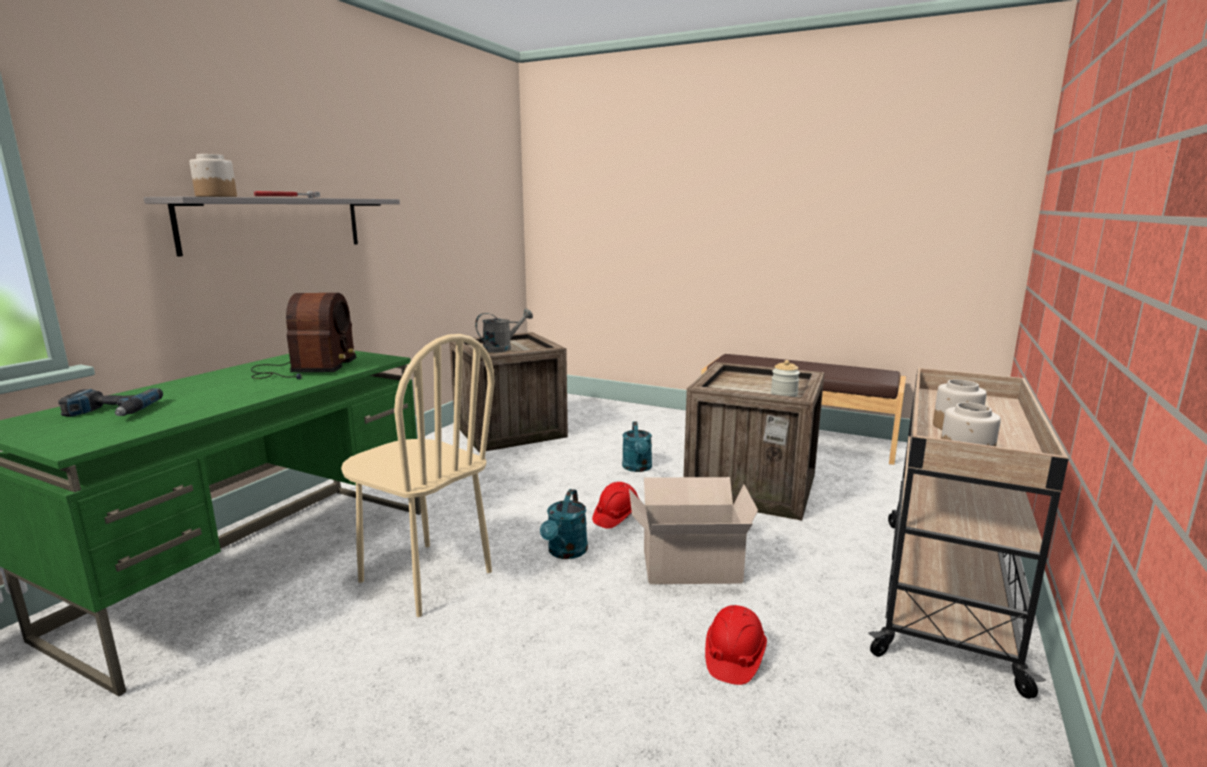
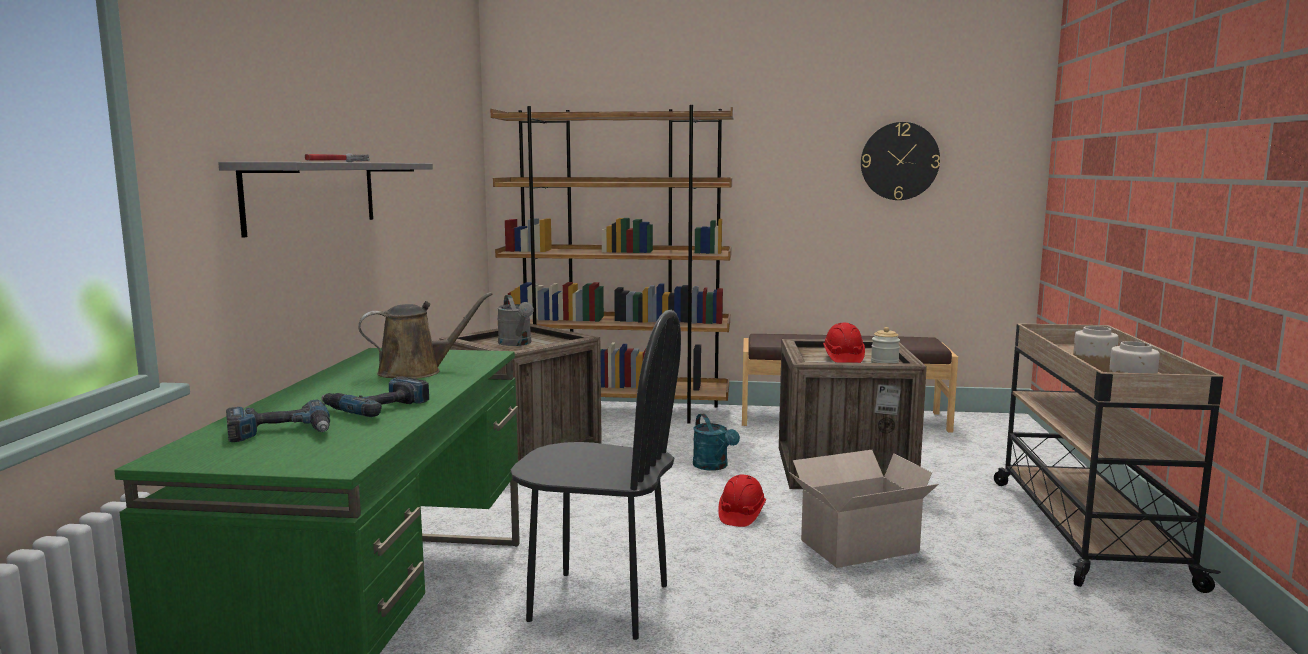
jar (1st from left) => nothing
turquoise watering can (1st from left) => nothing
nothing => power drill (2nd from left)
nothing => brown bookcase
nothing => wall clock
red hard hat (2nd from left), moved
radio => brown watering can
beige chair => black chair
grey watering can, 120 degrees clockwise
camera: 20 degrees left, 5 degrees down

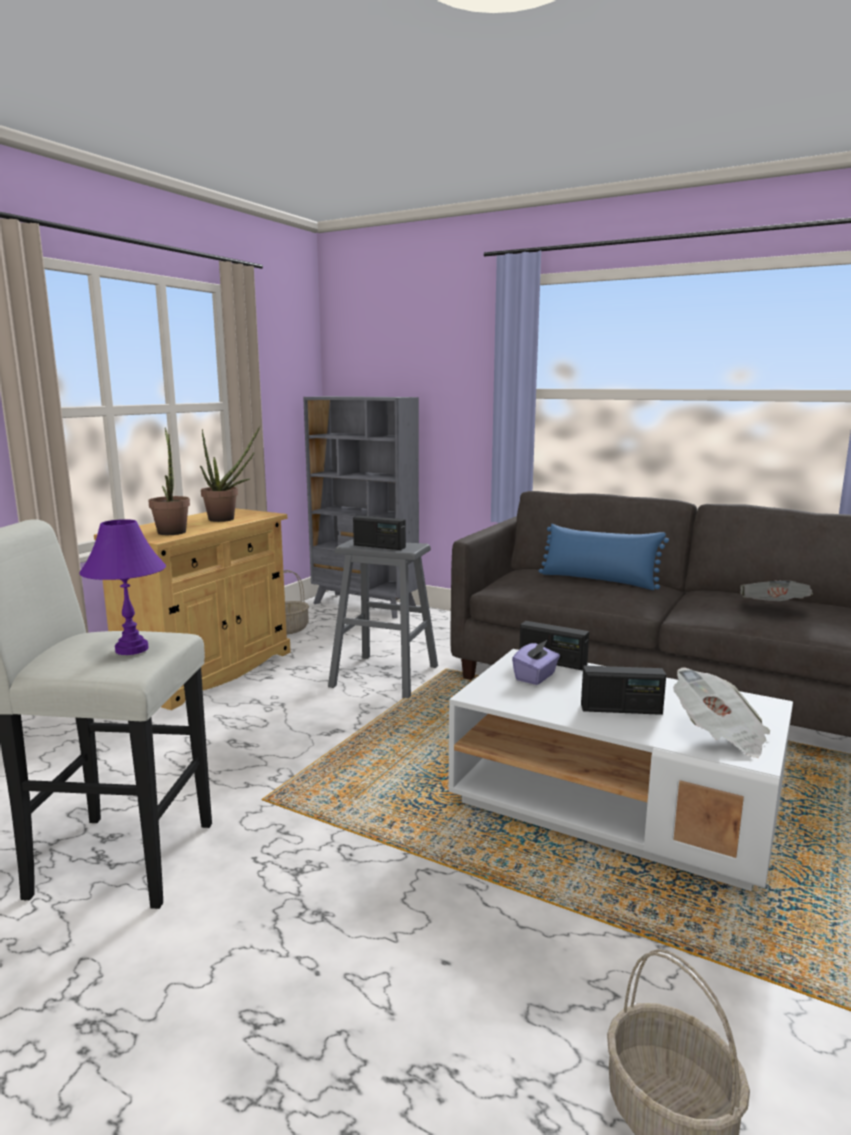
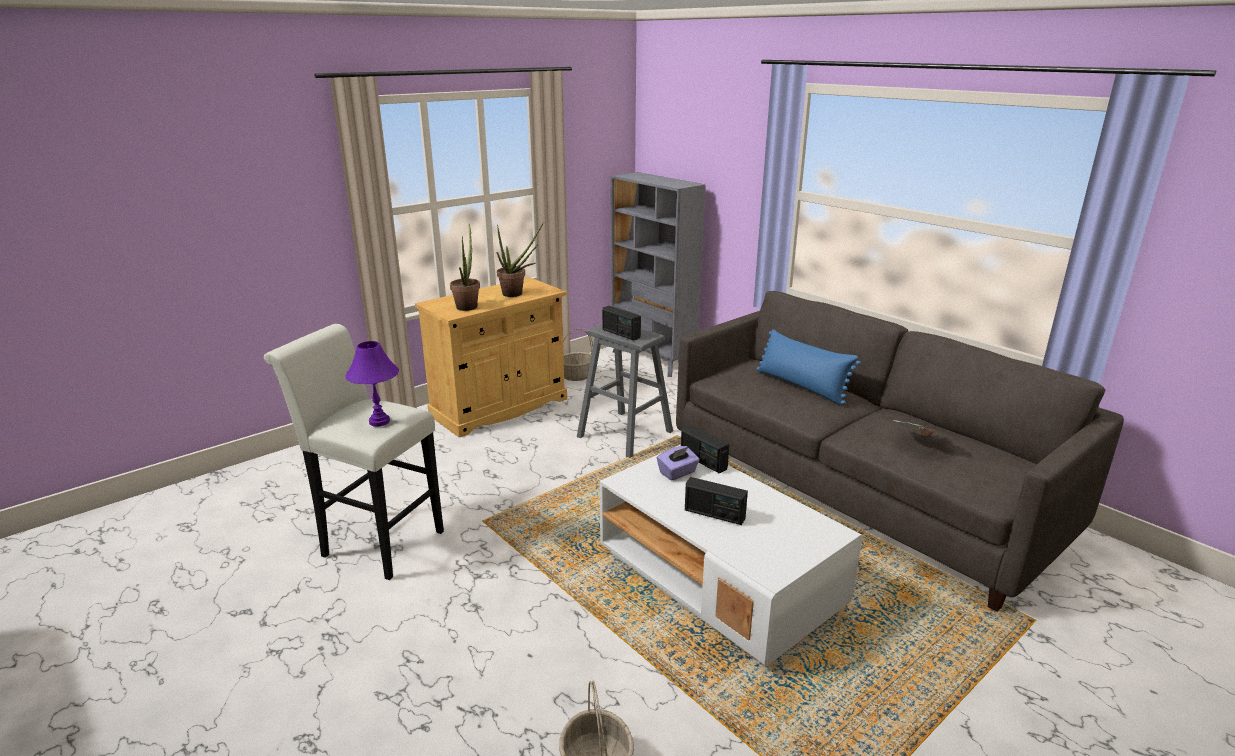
newspaper (1st from left) => nothing
camera: 20 degrees right, 10 degrees up

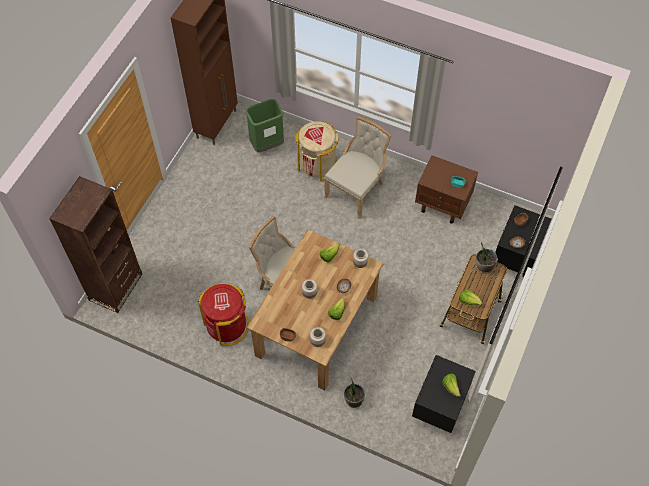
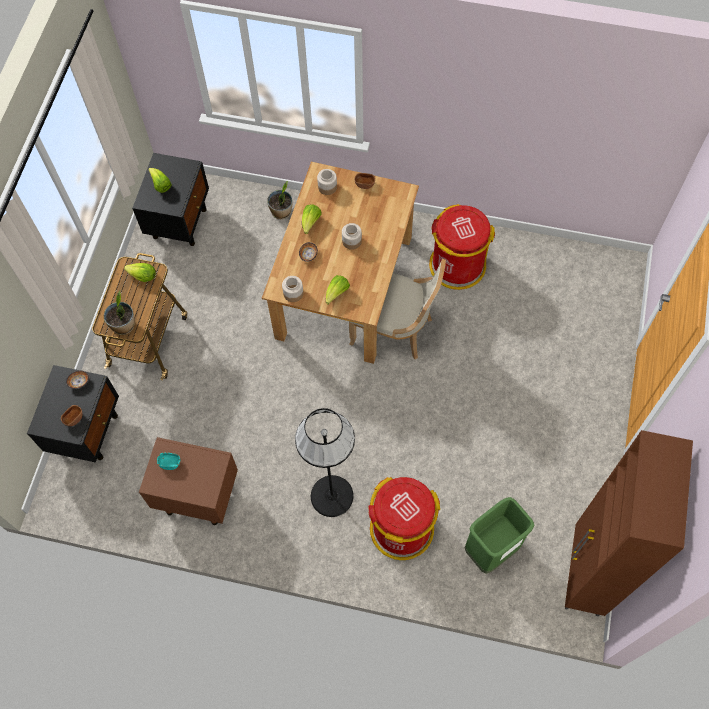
brown bookcase => nothing
beige chair (2nd from left) => black floor lamp
beige trash can => red trash can (1st from left)
camera: 170 degrees right, 5 degrees up

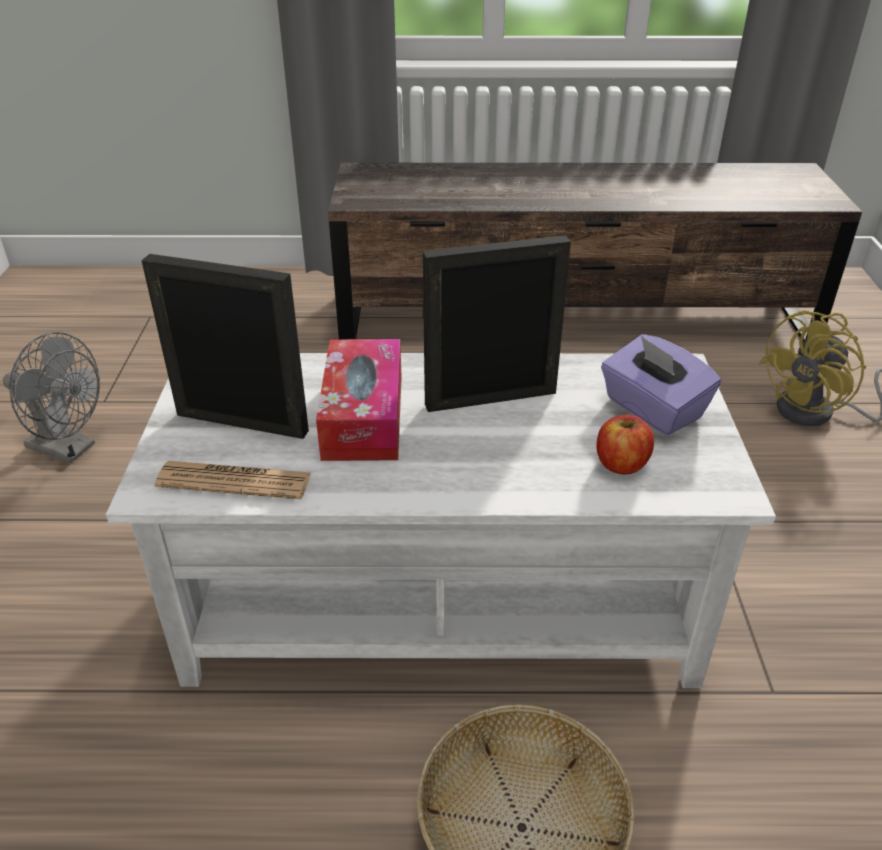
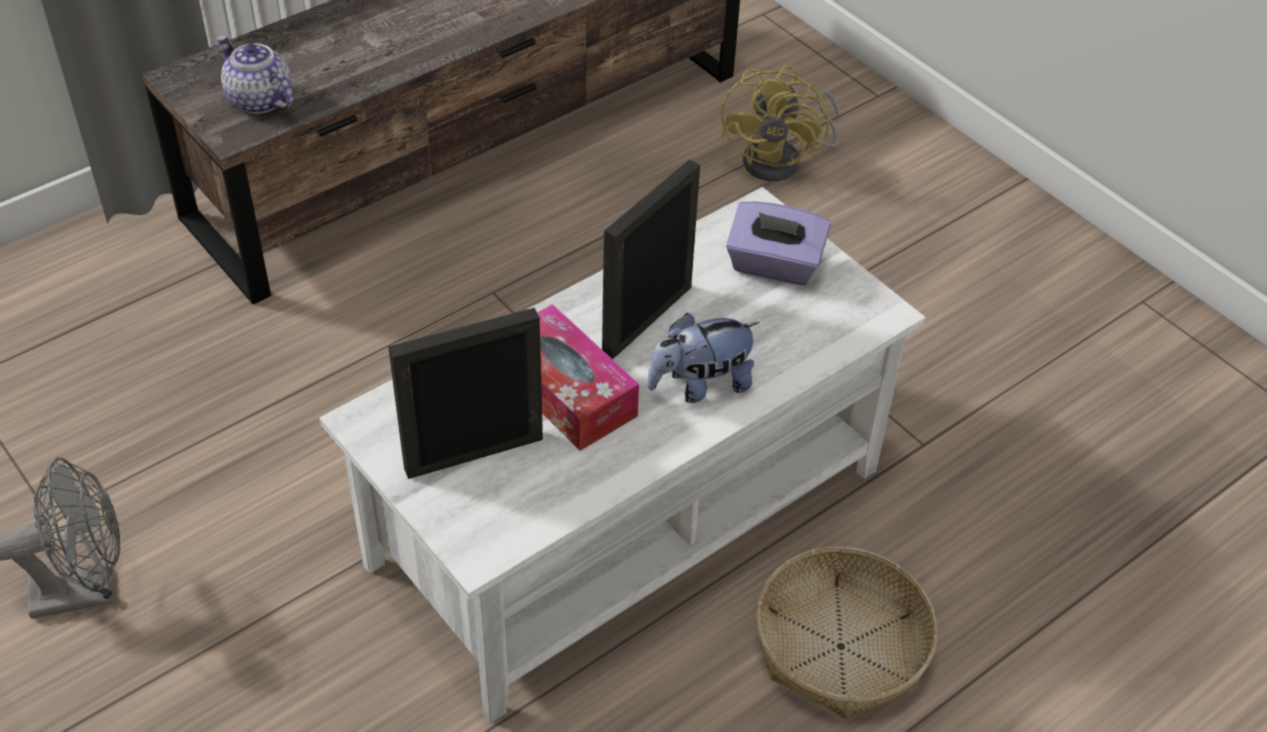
newspaper => nothing
apple => nothing
nothing => teapot
nothing => plush toy
camera: 40 degrees left, 10 degrees up

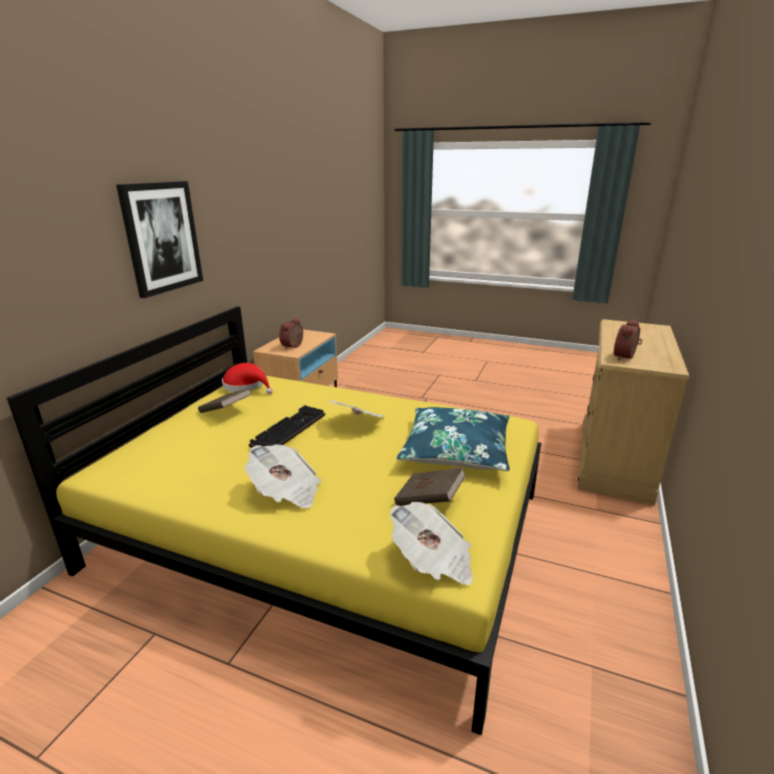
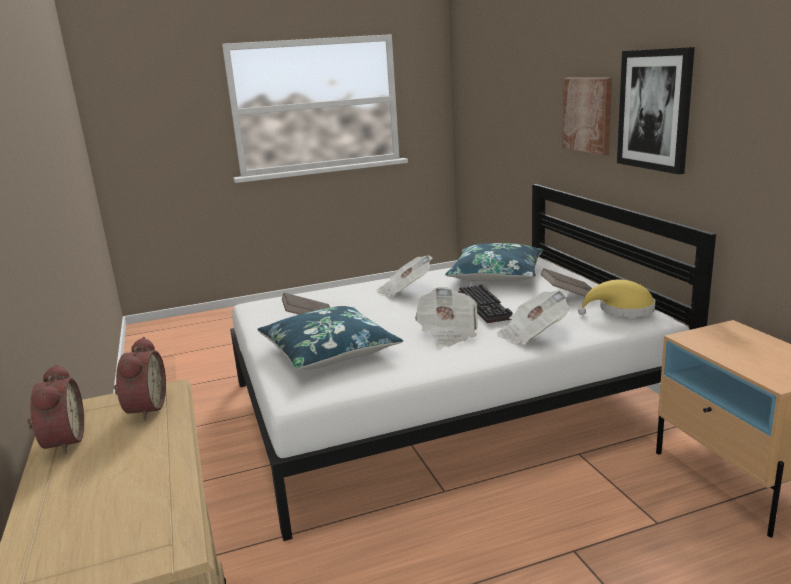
nothing => blue pillow (2nd from left)
nothing => picture (1st from left)
alarm clock (1st from left), moved
newspaper (3rd from left), moved
yellow bed => white bed
red hat => yellow hat
camera: 140 degrees right, 5 degrees down

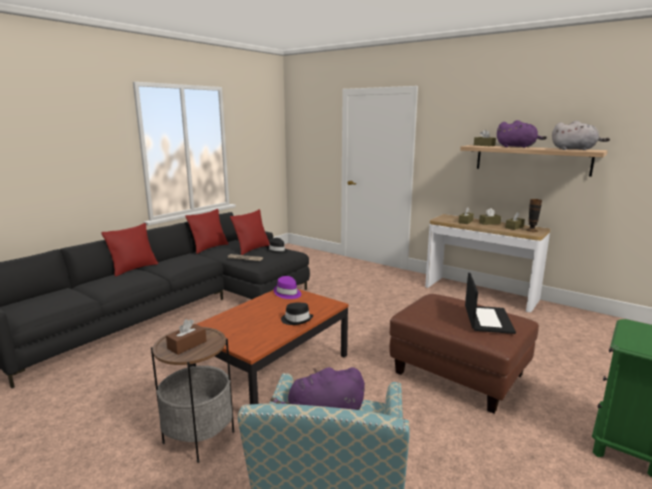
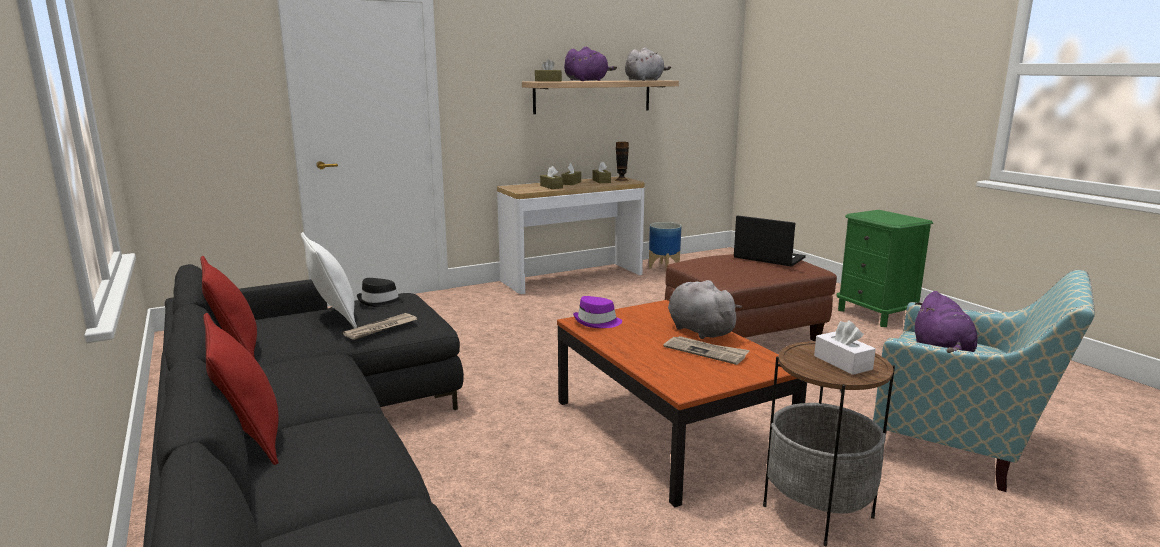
nothing => planter
nothing => newspaper (2nd from left)
black hat (2nd from left) => grey plush toy (2nd from left)
brown tissue box (1st from left) => white tissue box
red pillow (3rd from left) => white pillow
camera: 65 degrees left, 0 degrees up

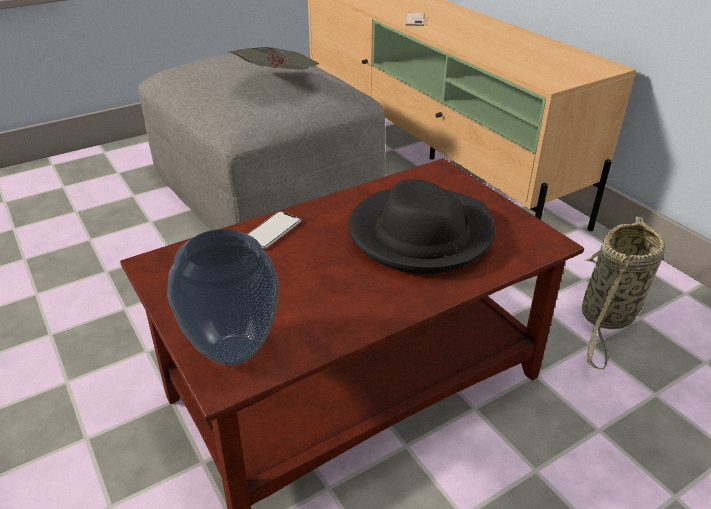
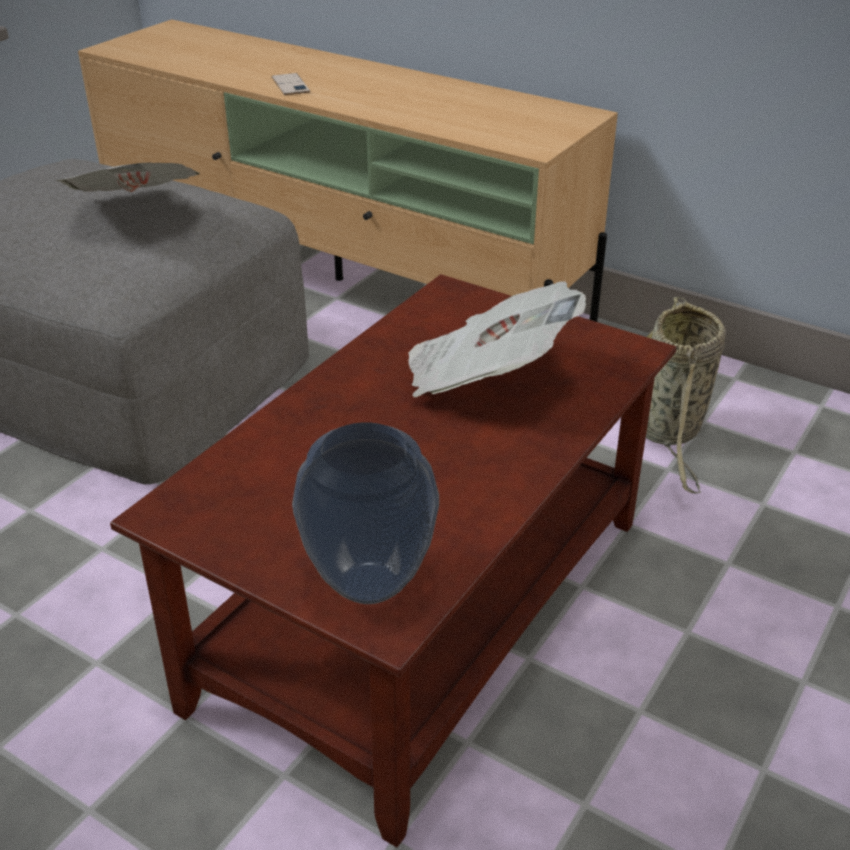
phone (1st from left) => nothing
black hat => newspaper (2nd from left)
camera: 25 degrees left, 0 degrees up

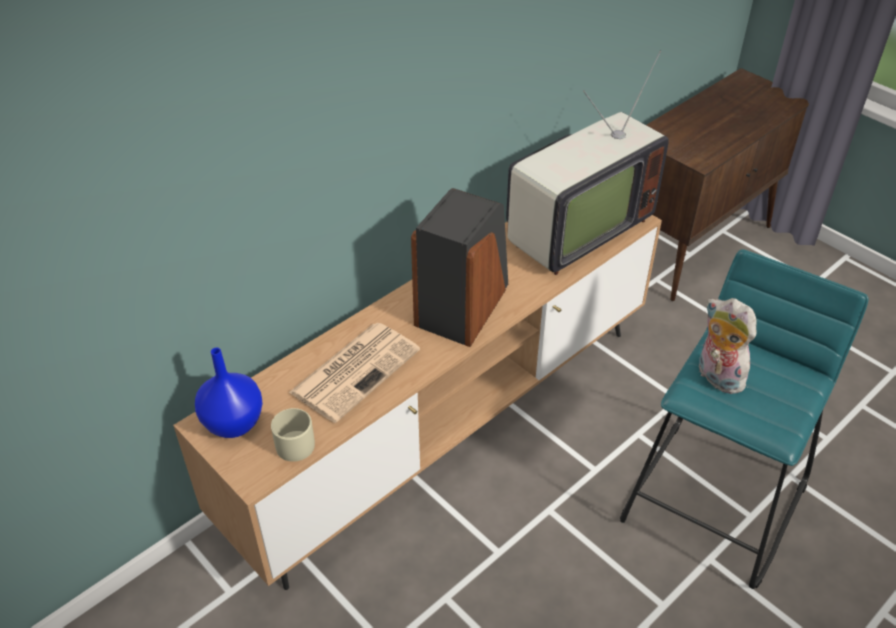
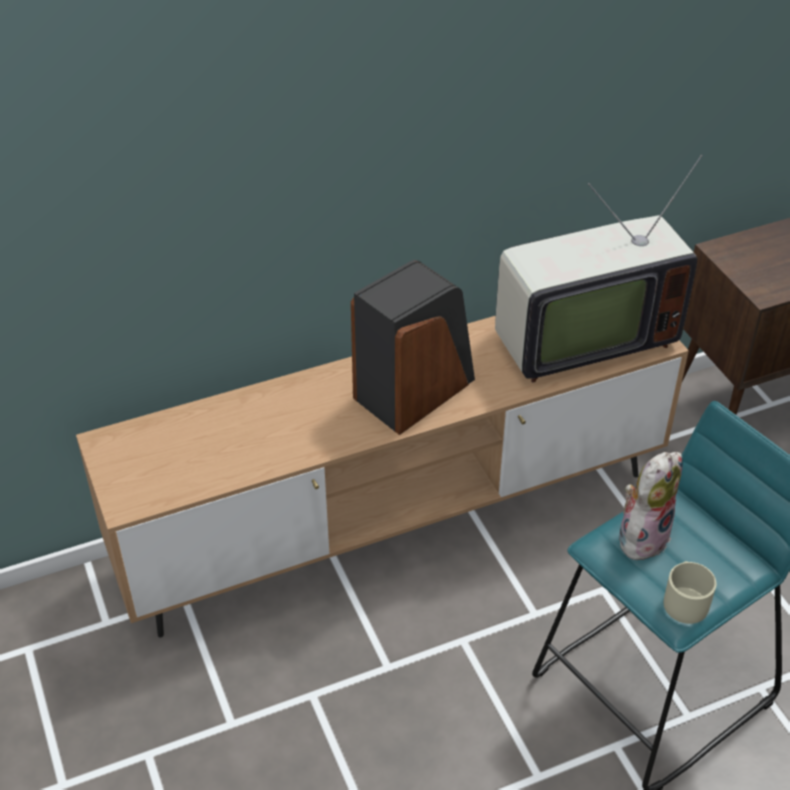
blue vase => nothing
newspaper => nothing
beige mug, moved
plush toy, 60 degrees clockwise
camera: 20 degrees right, 0 degrees up

